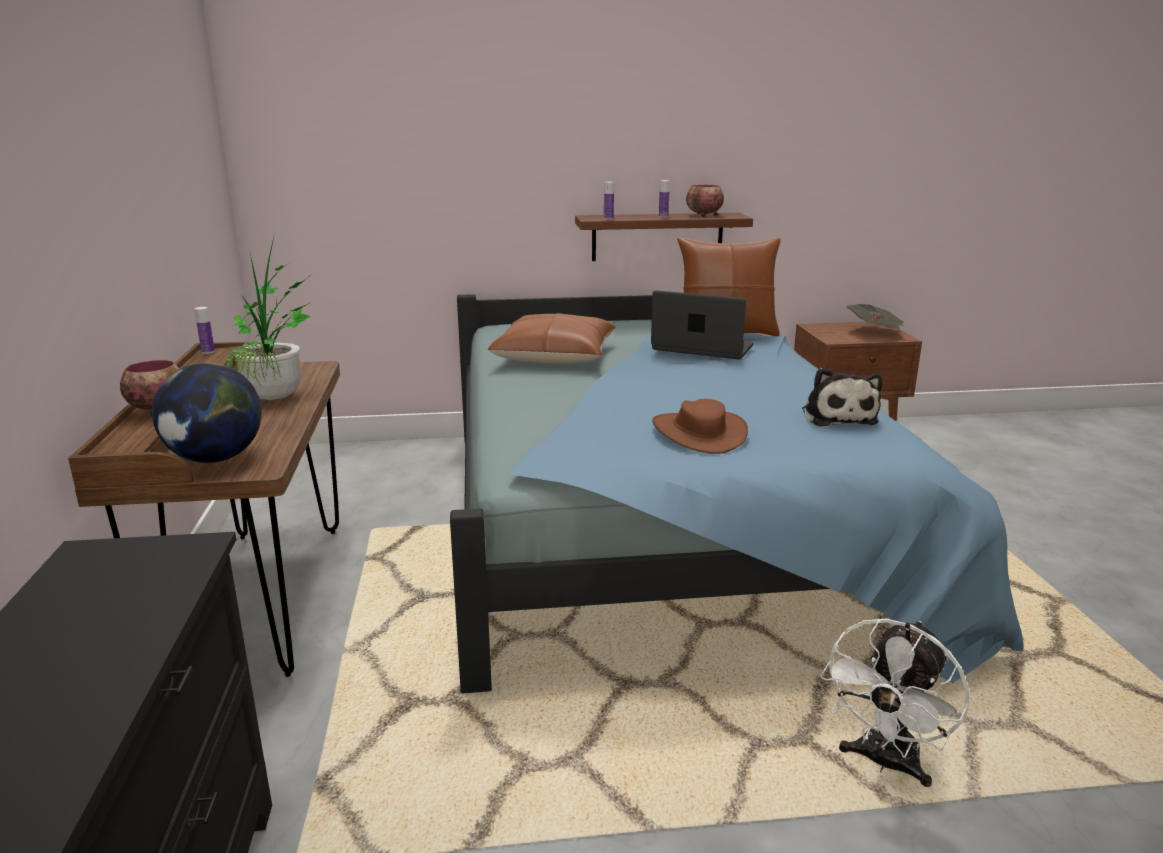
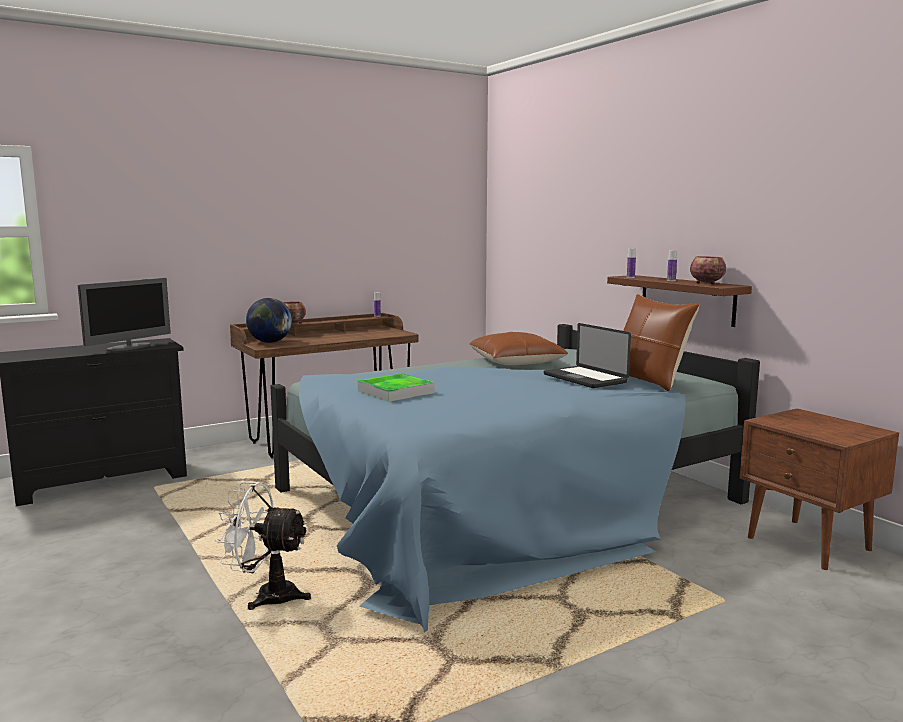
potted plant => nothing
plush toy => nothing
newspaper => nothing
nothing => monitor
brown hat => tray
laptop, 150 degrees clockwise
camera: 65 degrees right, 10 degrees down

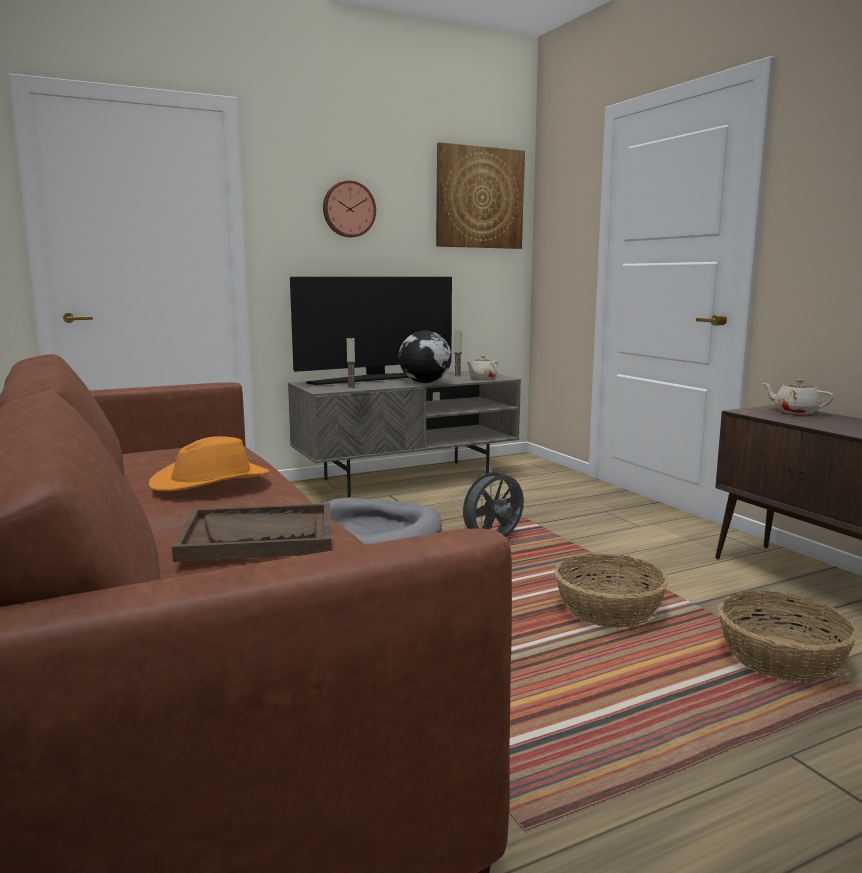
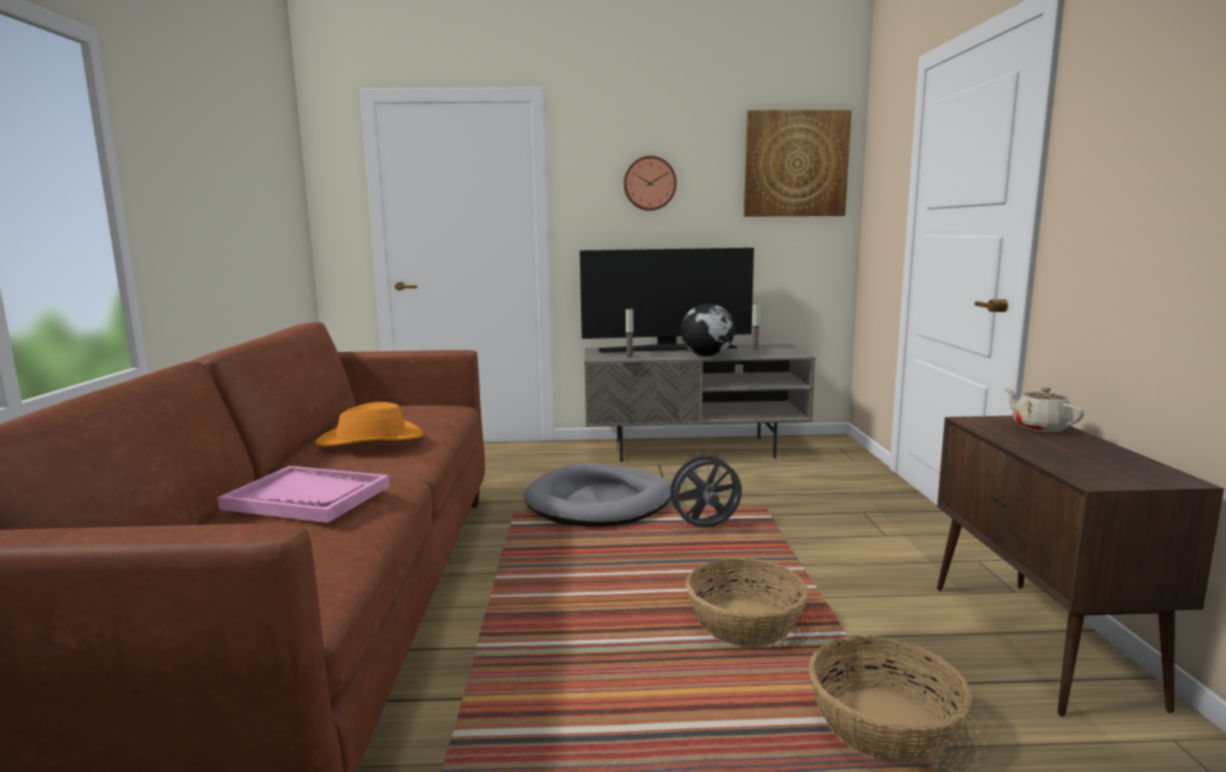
beige teapot (1st from left) => nothing
brown tray => pink tray
camera: 25 degrees right, 0 degrees up

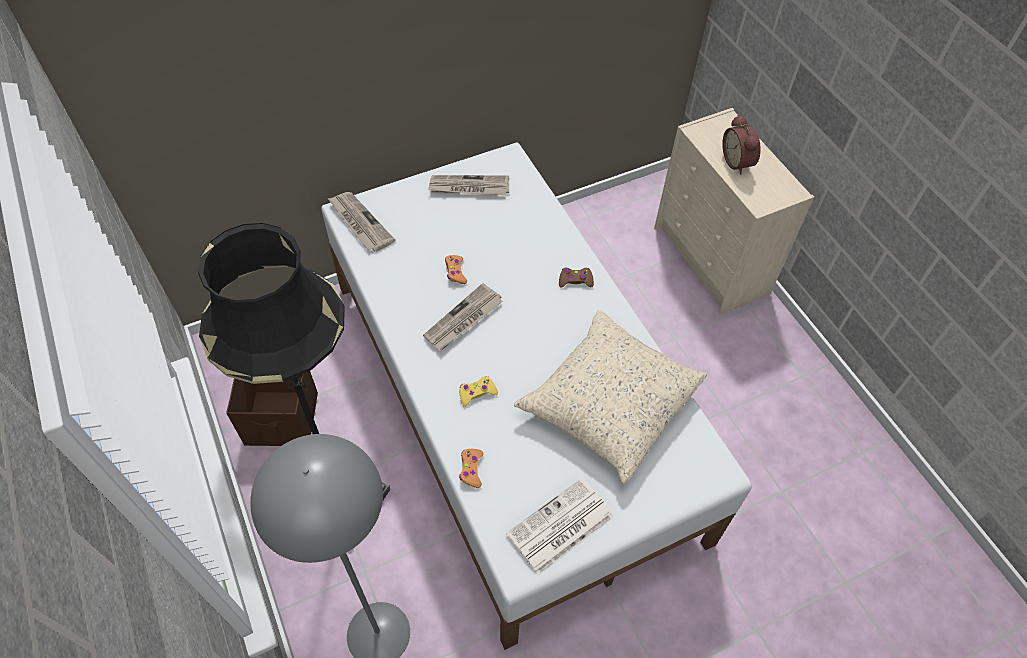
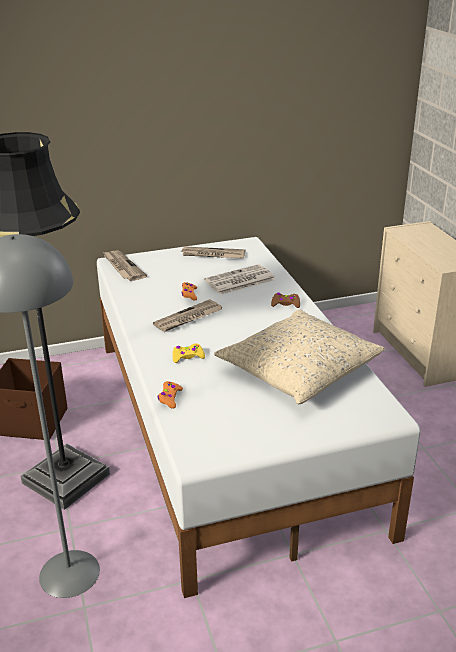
alarm clock => nothing
newspaper (4th from left), moved
camera: 10 degrees right, 25 degrees down

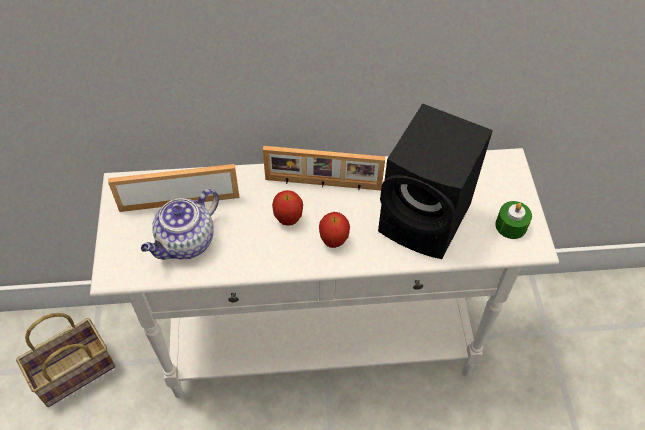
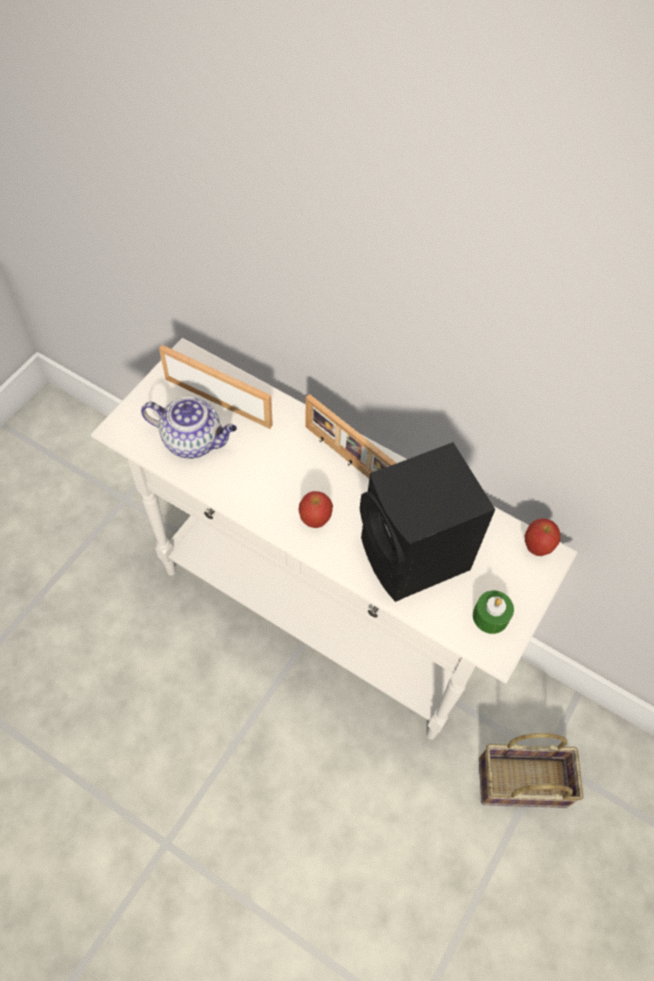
basket, moved
apple (1st from left in the first image) => apple (2nd from left), moved
teapot, 150 degrees counterclockwise
camera: 35 degrees right, 5 degrees up

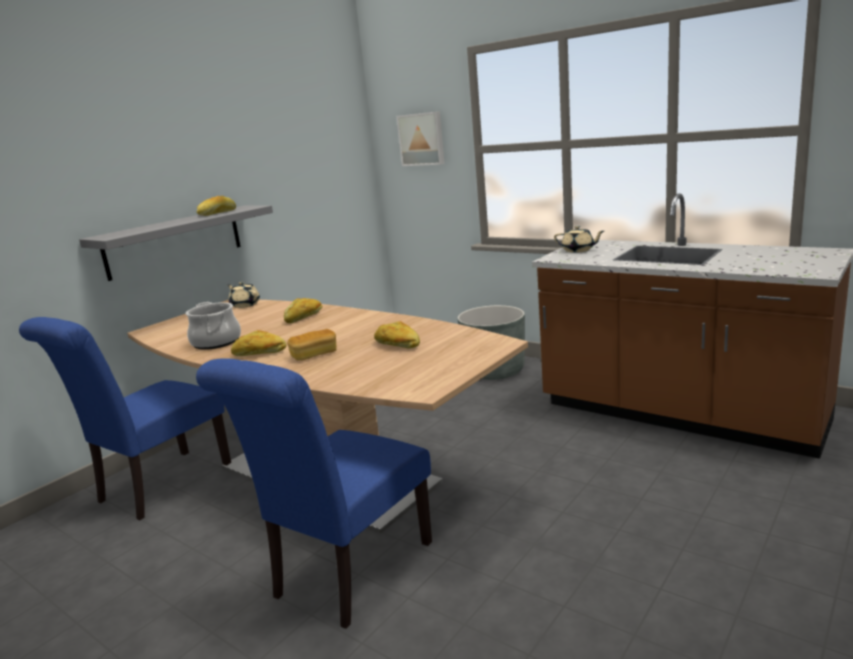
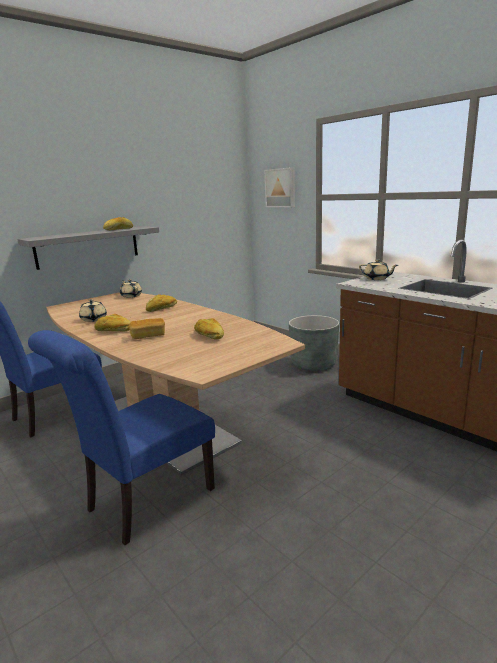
cooking pot => beige teapot (1st from left)
camera: 10 degrees right, 0 degrees up

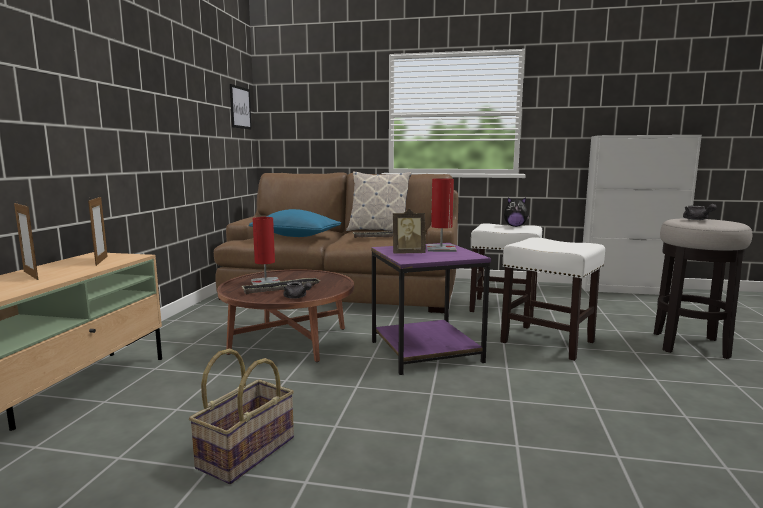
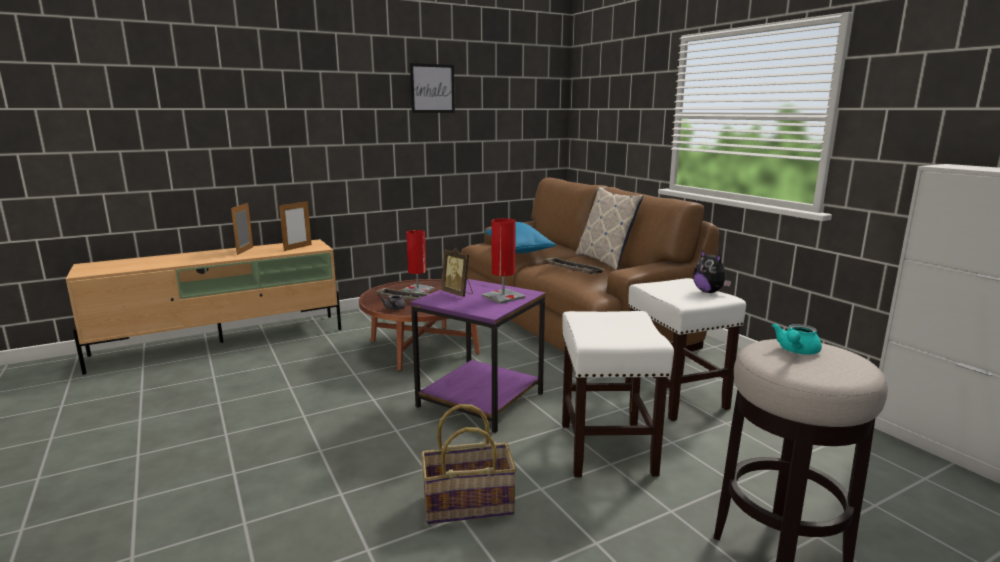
basket, moved
picture, moved
grey teapot (2nd from left) => turquoise teapot
camera: 50 degrees right, 5 degrees up

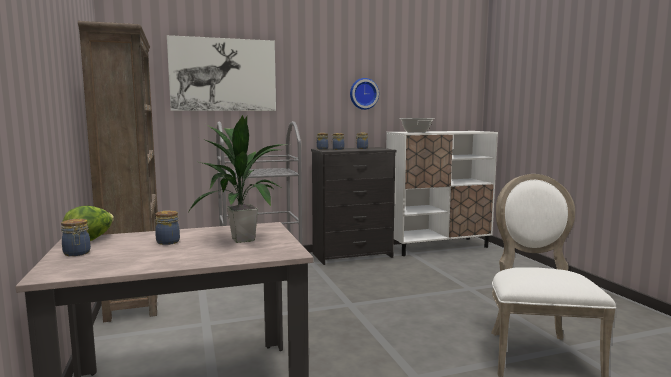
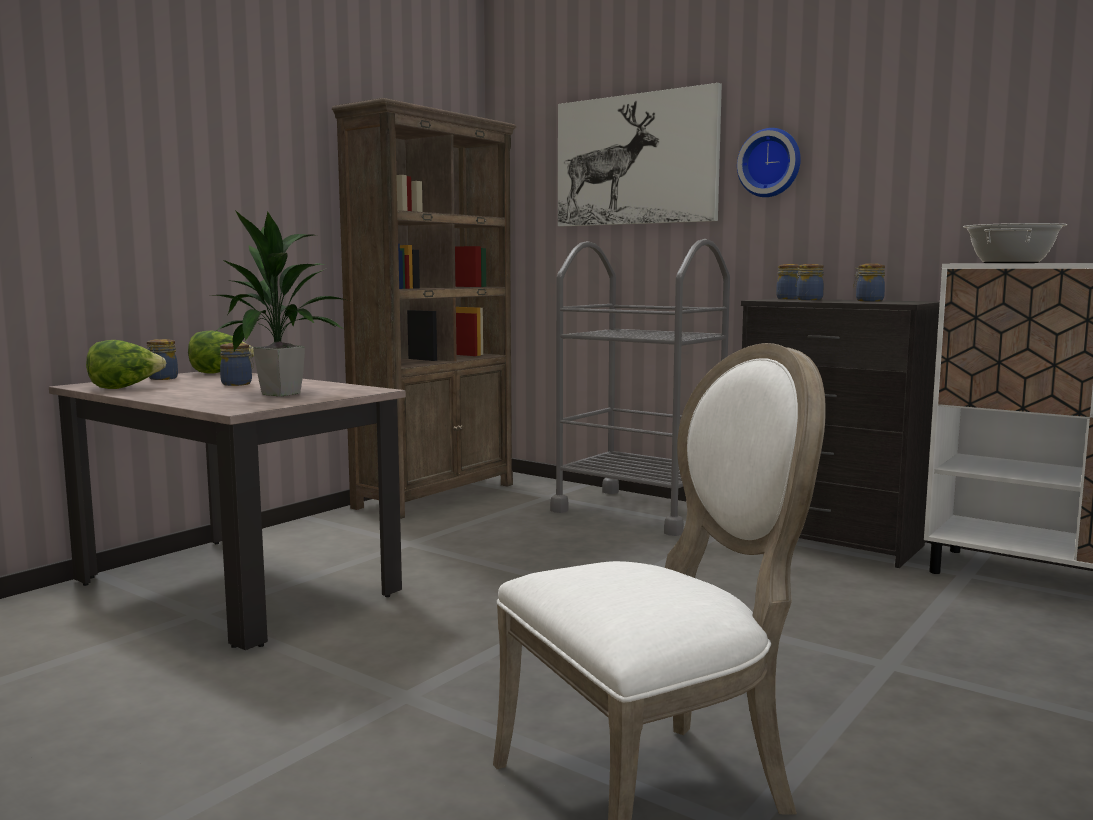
nothing => lettuce (1st from left)
wall clock, moved
camera: 55 degrees right, 0 degrees up

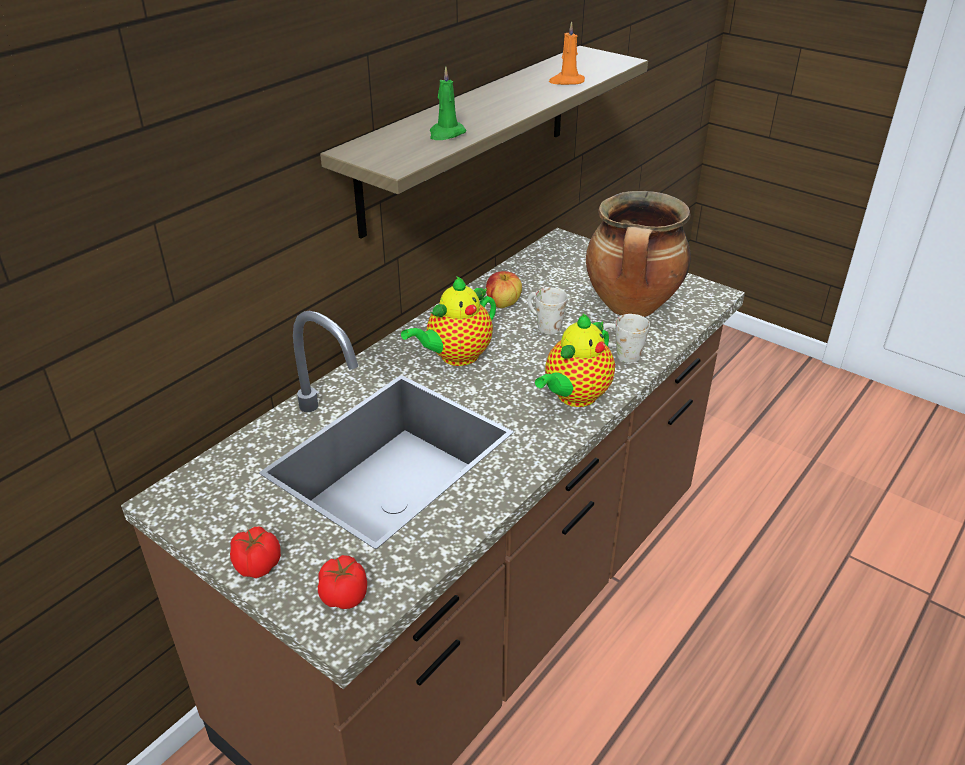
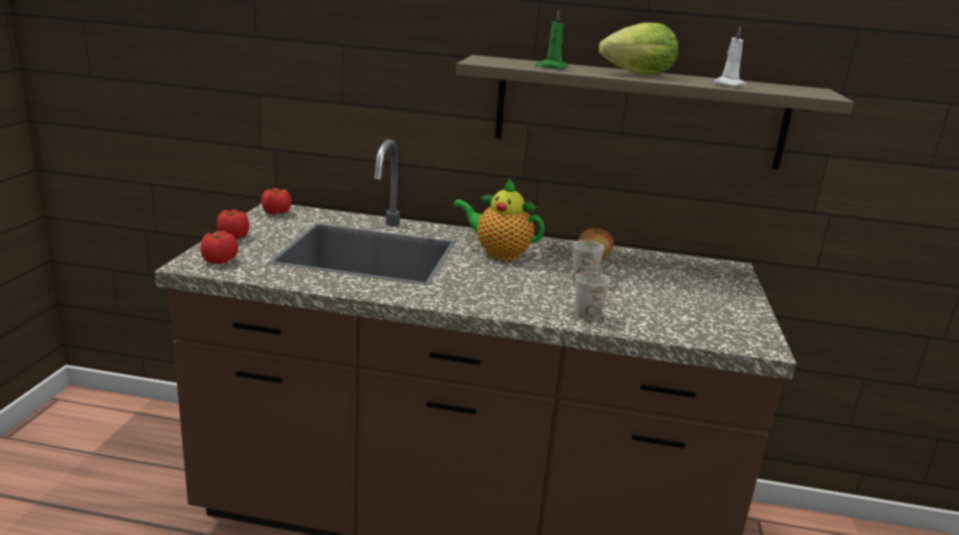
teapot (2nd from left) => nothing
cooking pot => nothing
nothing => tomato (3rd from left)
nothing => lettuce
orange candle => white candle
camera: 60 degrees right, 15 degrees down

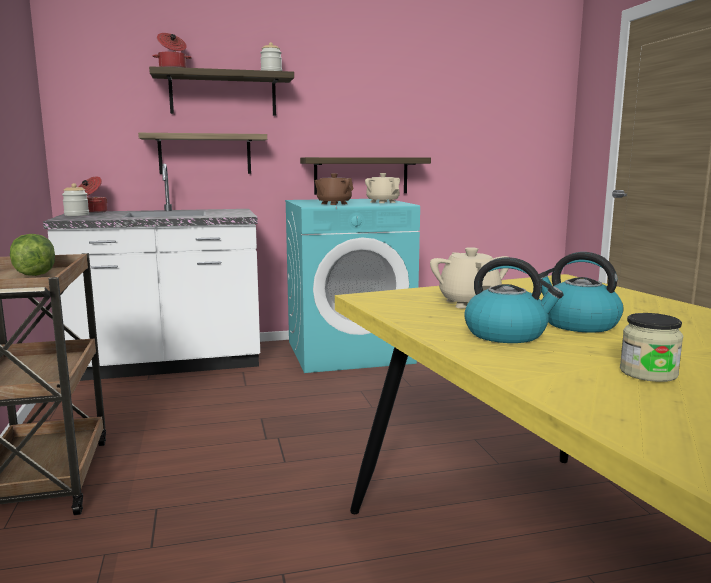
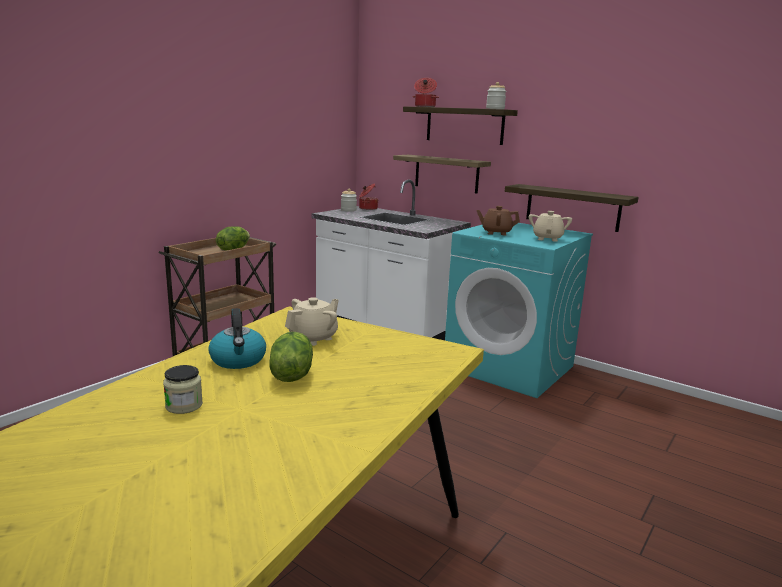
kettle (2nd from left) => lettuce (2nd from left)
camera: 50 degrees right, 5 degrees up

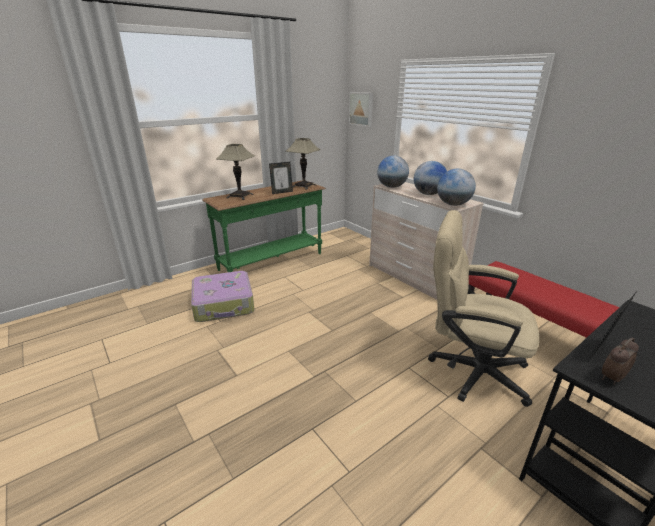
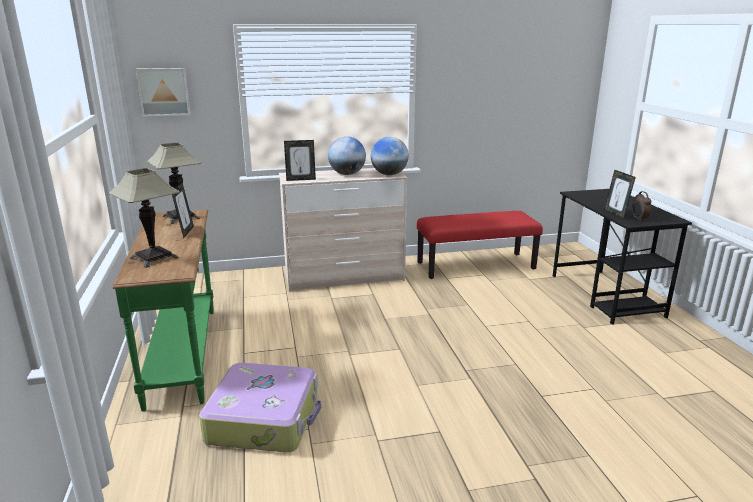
beige office chair => nothing
globe (1st from left) => picture frame (2nd from left)
camera: 65 degrees left, 5 degrees down

